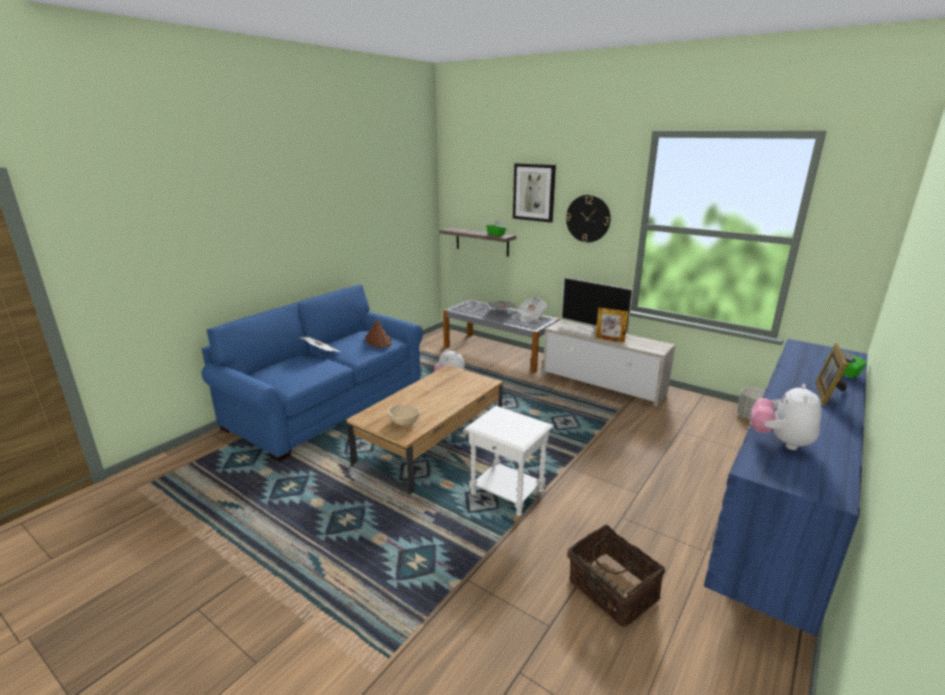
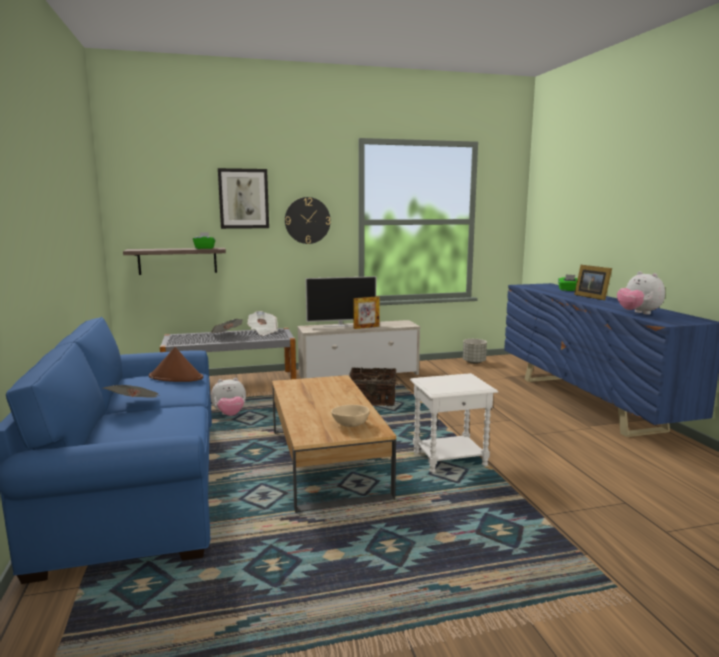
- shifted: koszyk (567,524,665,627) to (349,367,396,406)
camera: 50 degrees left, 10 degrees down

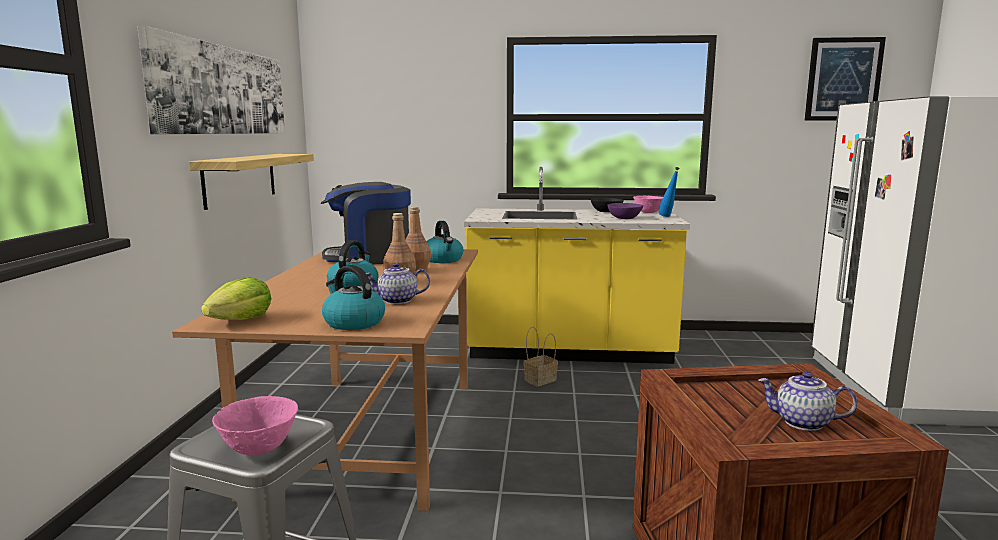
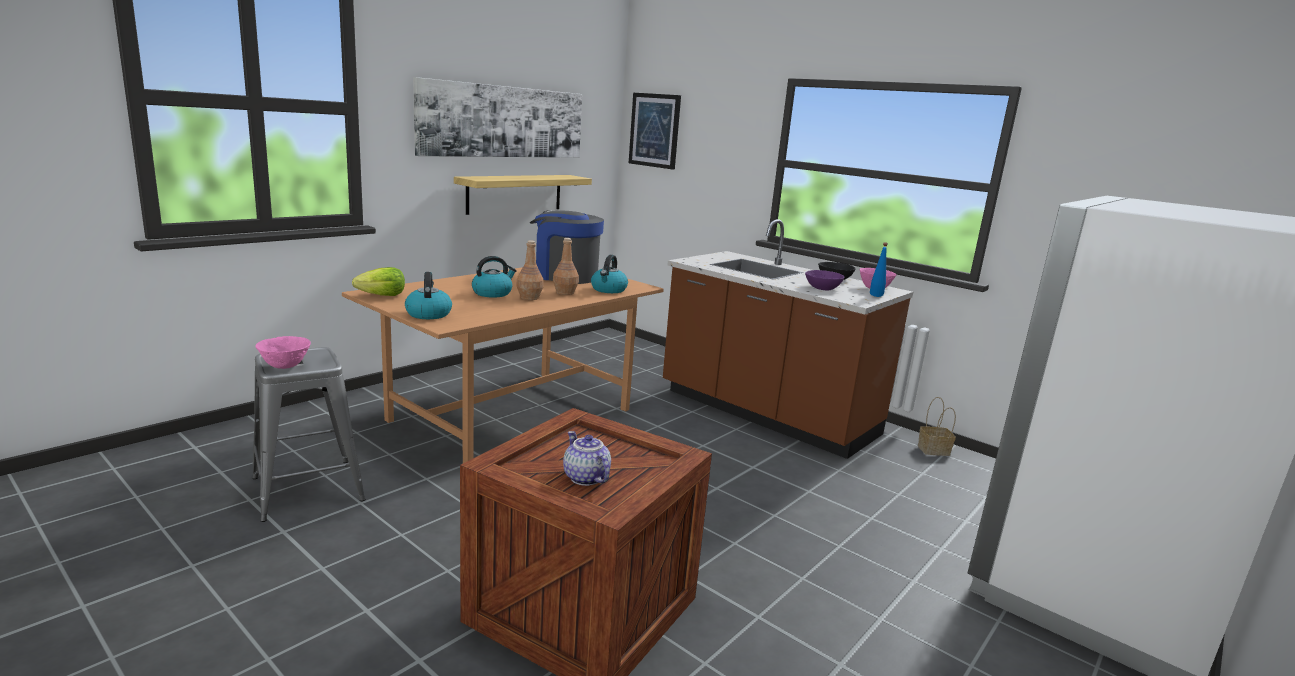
- gone: imbryk (366,263,430,304)
- shifted: koszyk (523,327,558,387) to (918,397,956,456)
- shifted: obraz (804,37,886,121) to (629,93,681,170)
- repainted: zabudowa kuchenna (żółty) (464,167,690,364) to zabudowa kuchenna (brązowy) (663,219,913,459)
camera: 35 degrees right, 5 degrees up

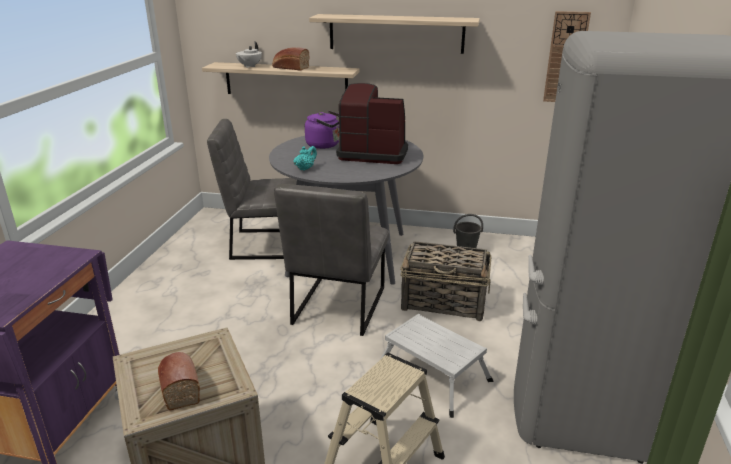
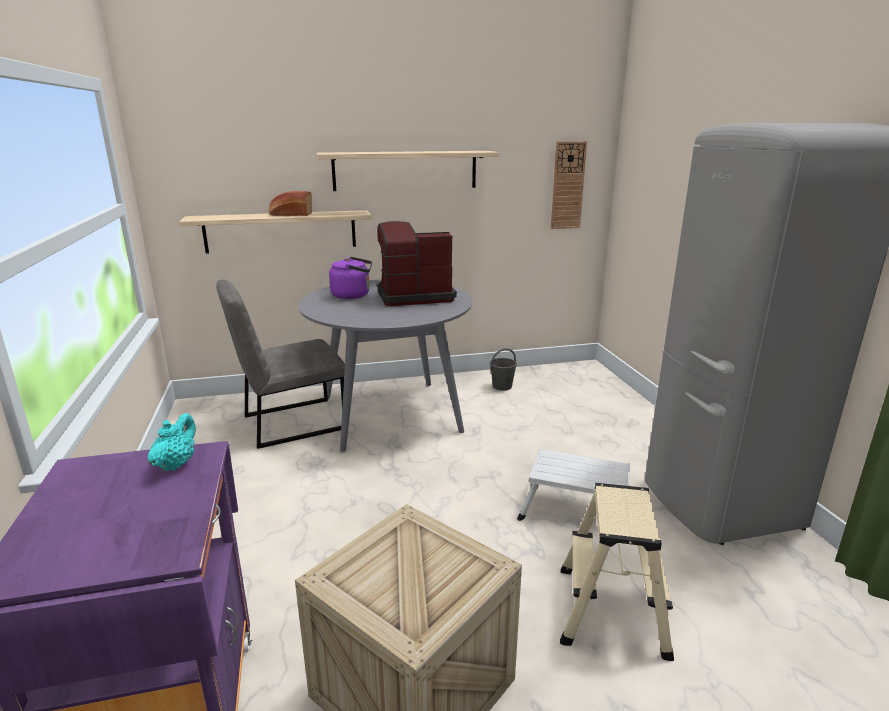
- gone: chleb (158,352,200,411)
- gone: imbryk (biały) (236,41,262,68)
- gone: krzesło (szary) (274,184,389,336)
- gone: koszyk (400,241,492,321)
- shifted: imbryk (turkusowy) (293,146,317,171) to (148,413,196,471)
camera: 25 degrees left, 5 degrees down

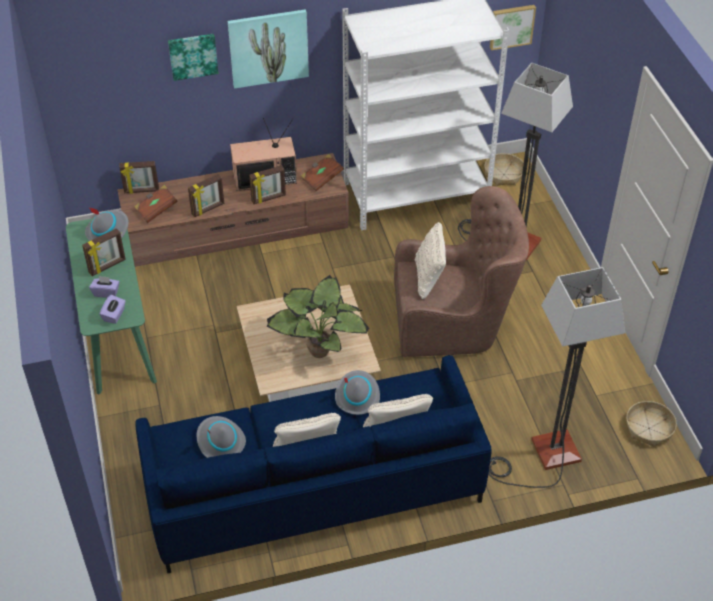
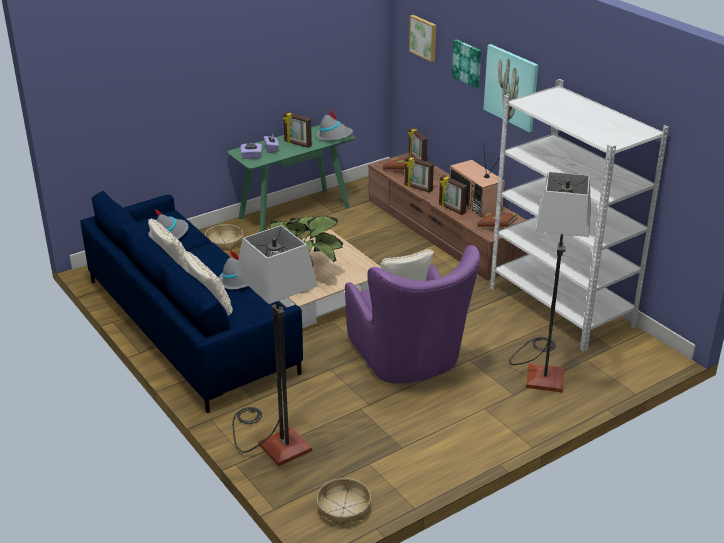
- shifted: koszyk (484,153,524,186) to (205,224,243,251)
- shifted: obraz (490,5,536,50) to (409,15,436,62)
- repainted: fotel (brązowy) (394,186,529,357) to fotel (fioletowy) (345,245,480,384)
camera: 70 degrees right, 15 degrees down

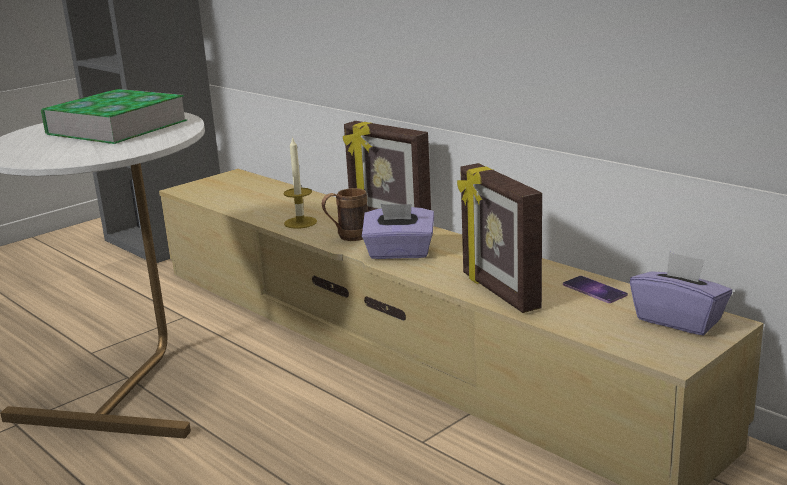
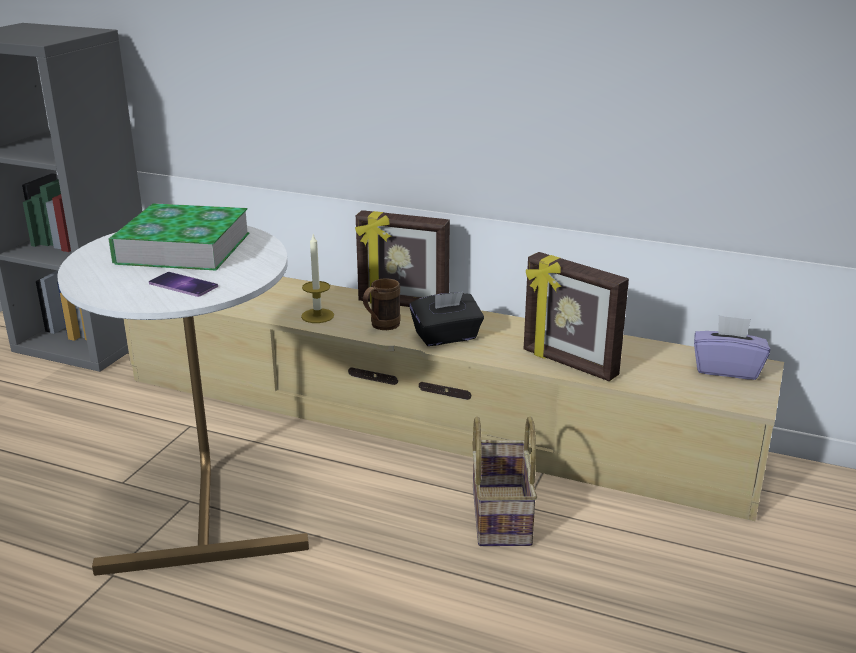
- new: koszyk (472,416,537,546)
- shifted: telefon (563,276,628,303) to (149,272,218,297)
- repainted: pudełko chusteczek (fioletowy) (362,204,434,259) to pudełko chusteczek (czarny) (409,292,484,346)
camera: 25 degrees left, 5 degrees up

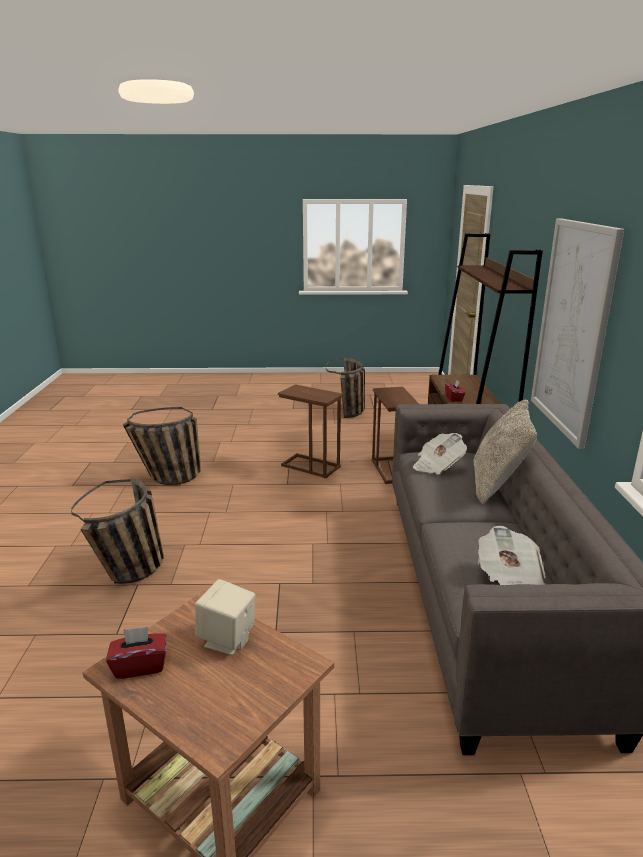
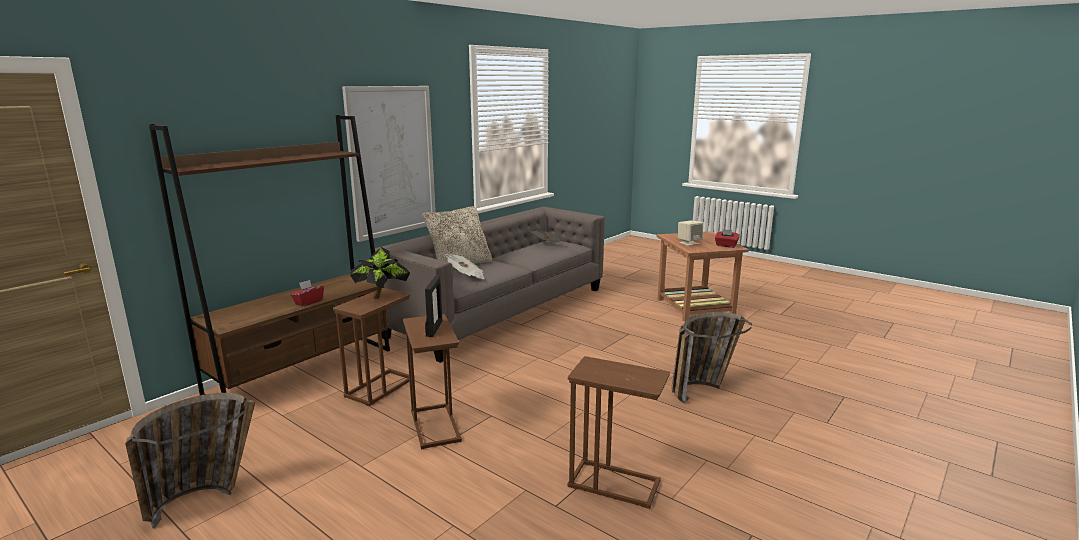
- new: roślina doniczkowa (350,247,410,299)
- new: ramka na zdjęcie (425,276,442,337)
- swapped: koszyk (123,407,201,485) to stolik (brązowy) (568,356,670,509)
camera: 140 degrees left, 5 degrees down

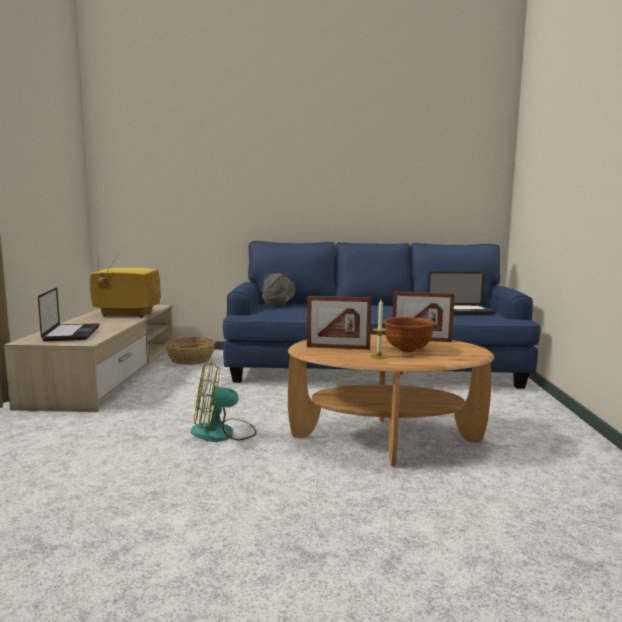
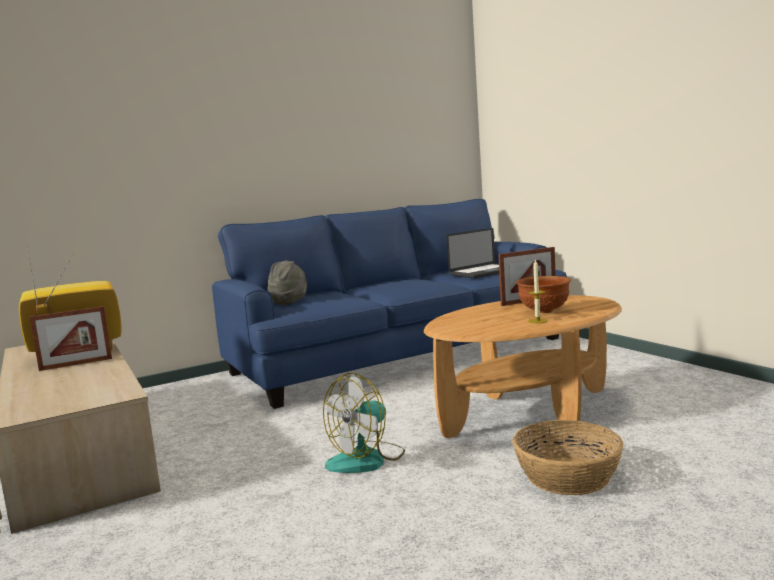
- gone: laptop (38,287,99,341)
- shifted: koszyk (165,337,216,365) to (512,420,623,495)
- shifted: ramka na zdjęcie (307,296,372,350) to (29,306,112,371)
camera: 30 degrees left, 0 degrees up

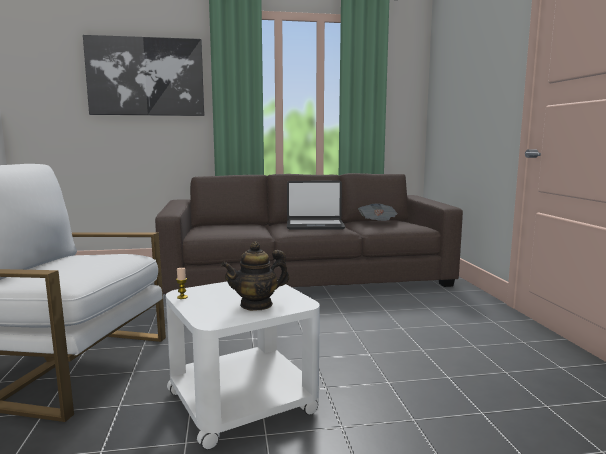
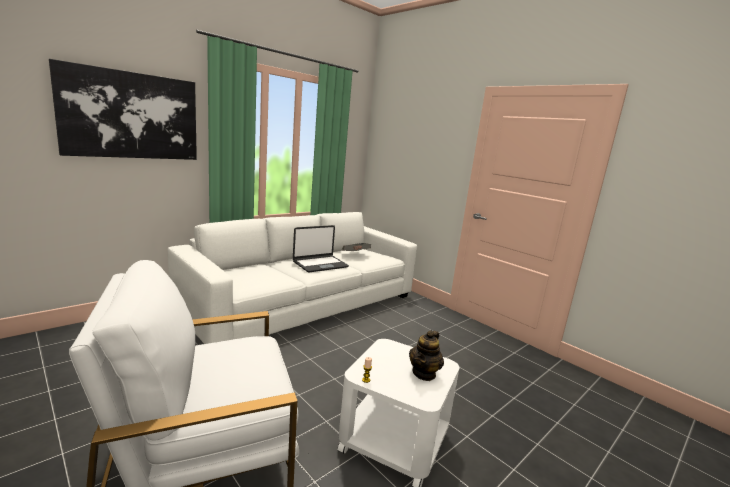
- repainted: kanapa (brązowy) (155,173,463,294) to kanapa (biały) (168,212,417,344)
camera: 35 degrees left, 5 degrees up

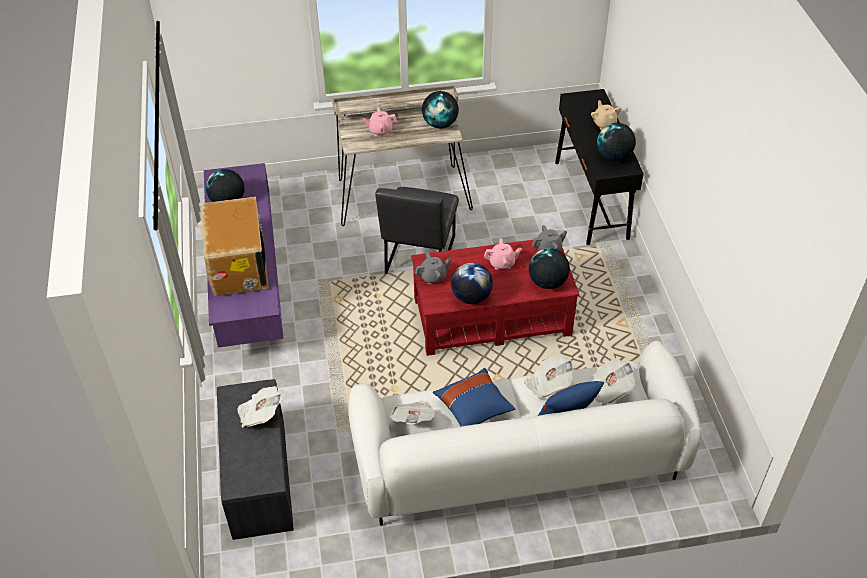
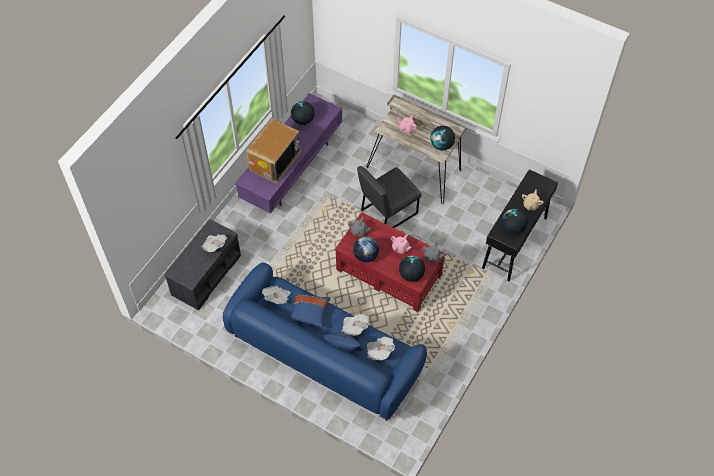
- repainted: kanapa (biały) (348,341,702,526) to kanapa (niebieski) (223,263,427,421)
camera: 40 degrees right, 10 degrees up

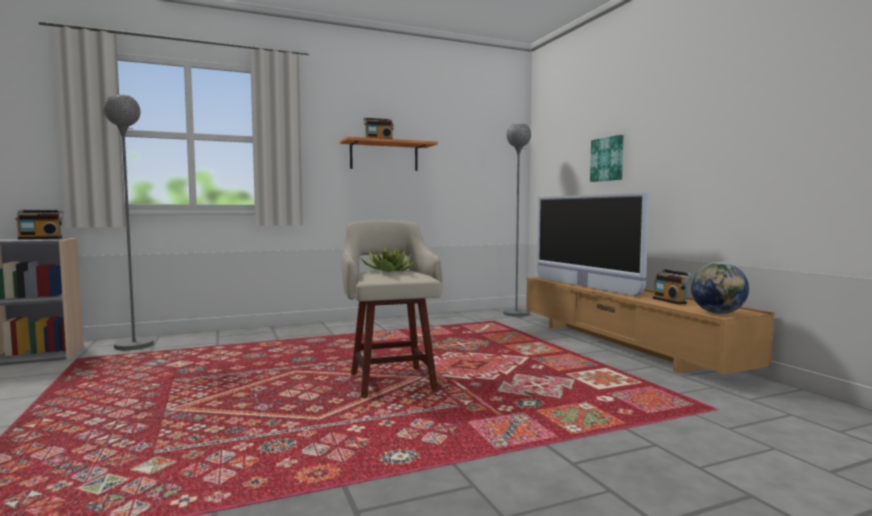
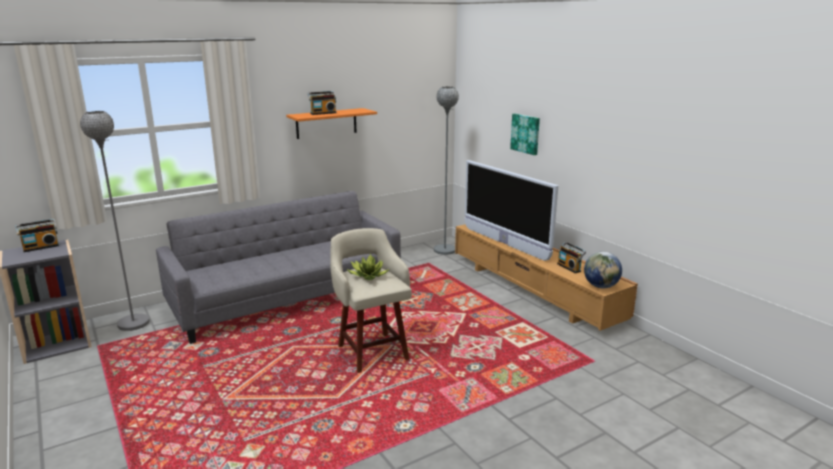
- new: kanapa (szary) (156,191,401,344)
camera: 10 degrees left, 15 degrees up

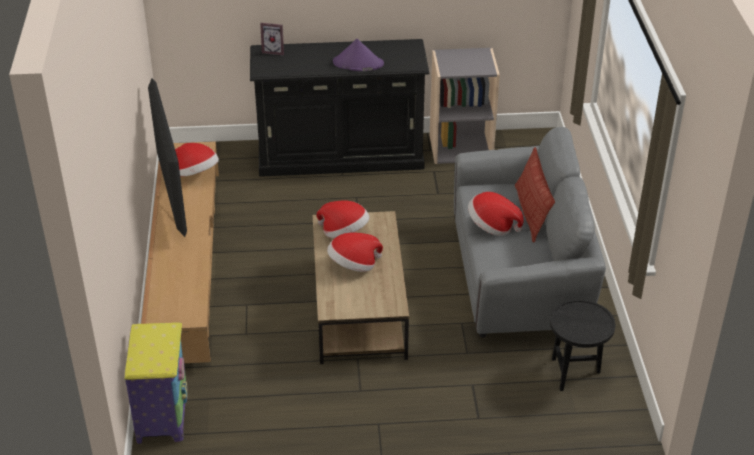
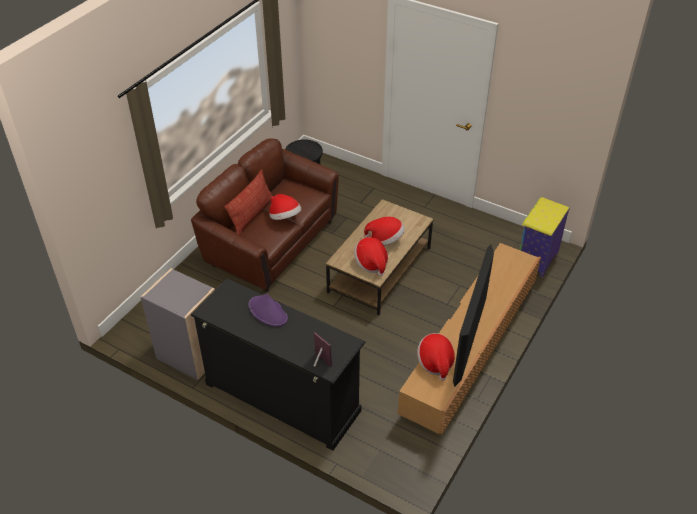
- repainted: kanapa (szary) (454,127,606,338) to kanapa (brązowy) (191,139,339,292)
camera: 145 degrees left, 5 degrees up

